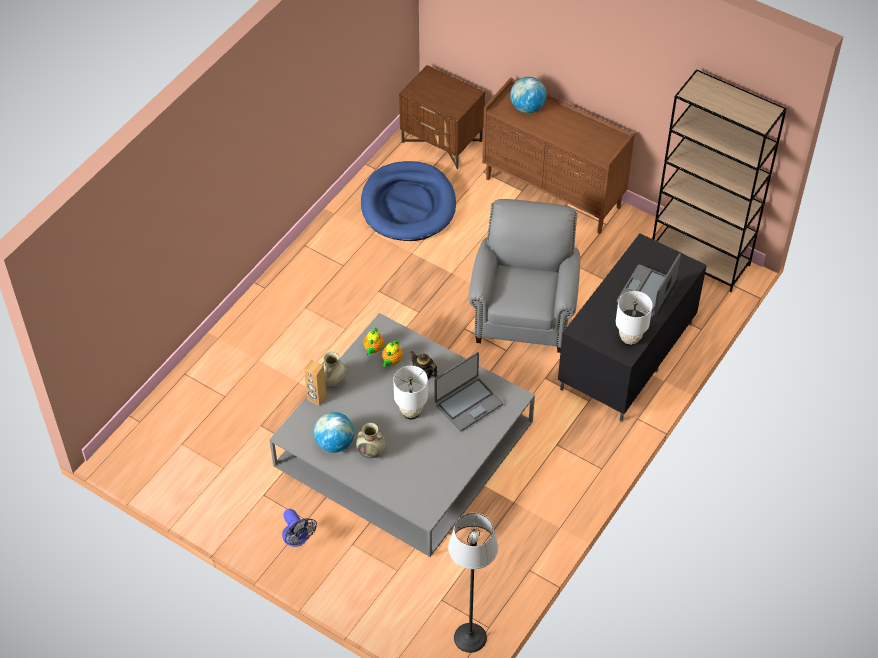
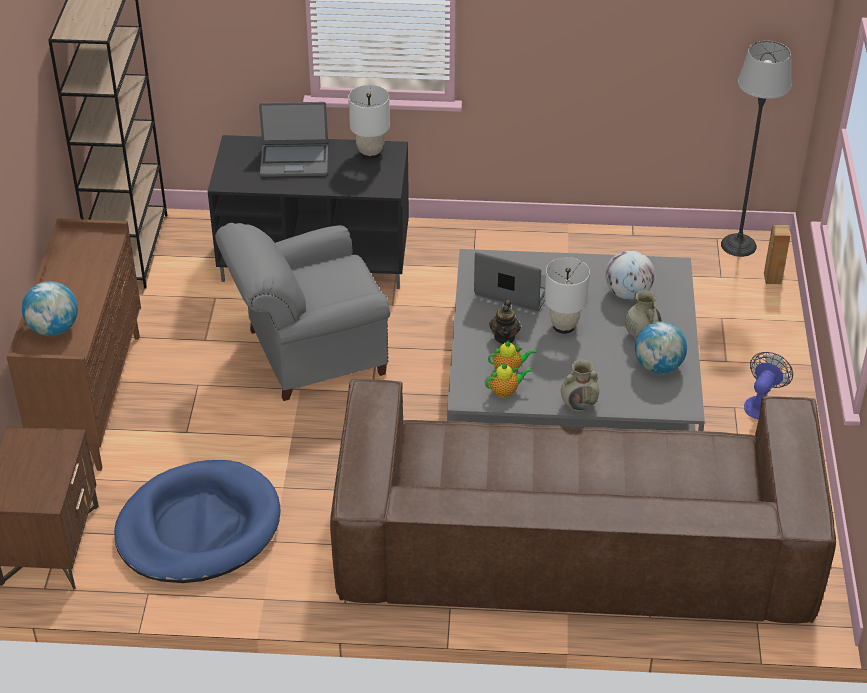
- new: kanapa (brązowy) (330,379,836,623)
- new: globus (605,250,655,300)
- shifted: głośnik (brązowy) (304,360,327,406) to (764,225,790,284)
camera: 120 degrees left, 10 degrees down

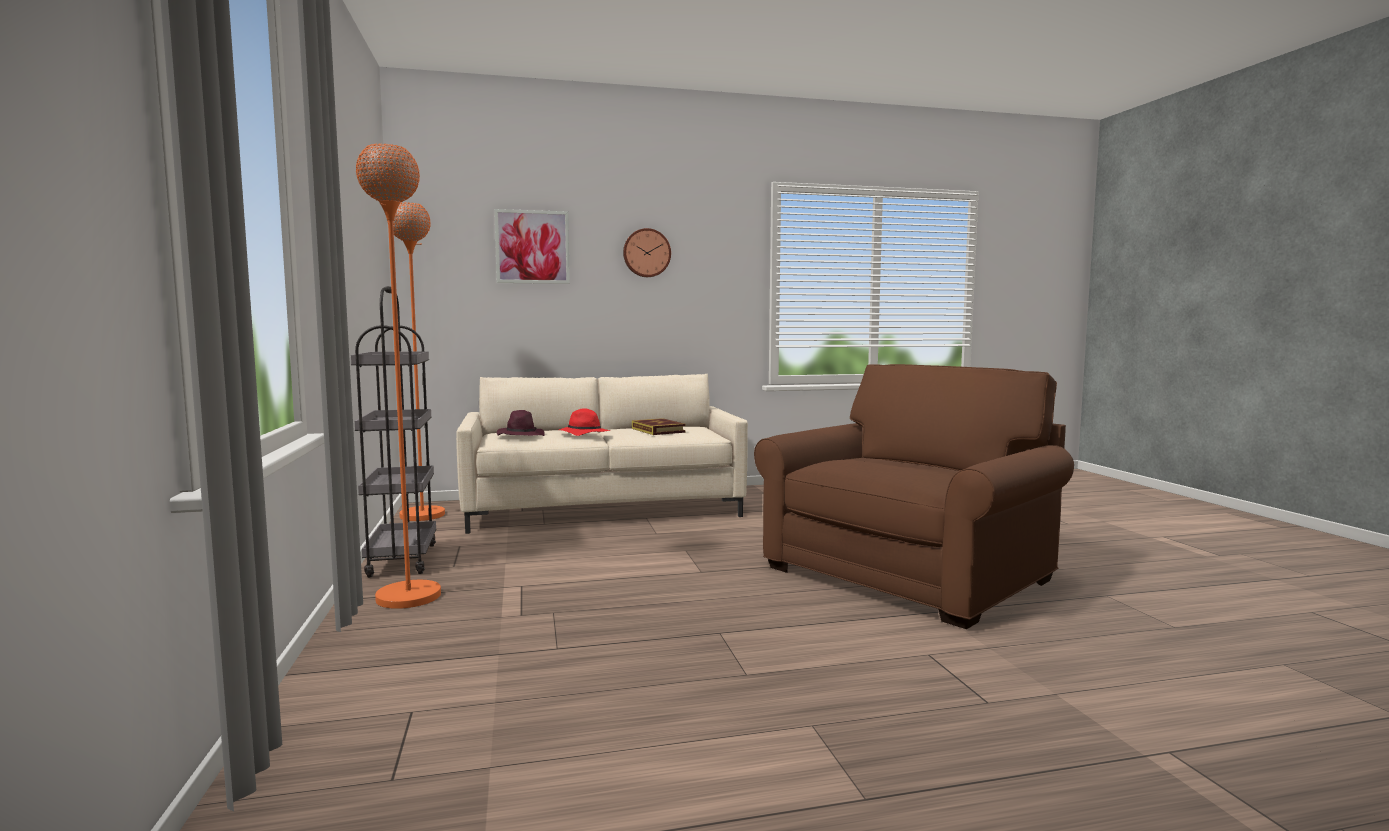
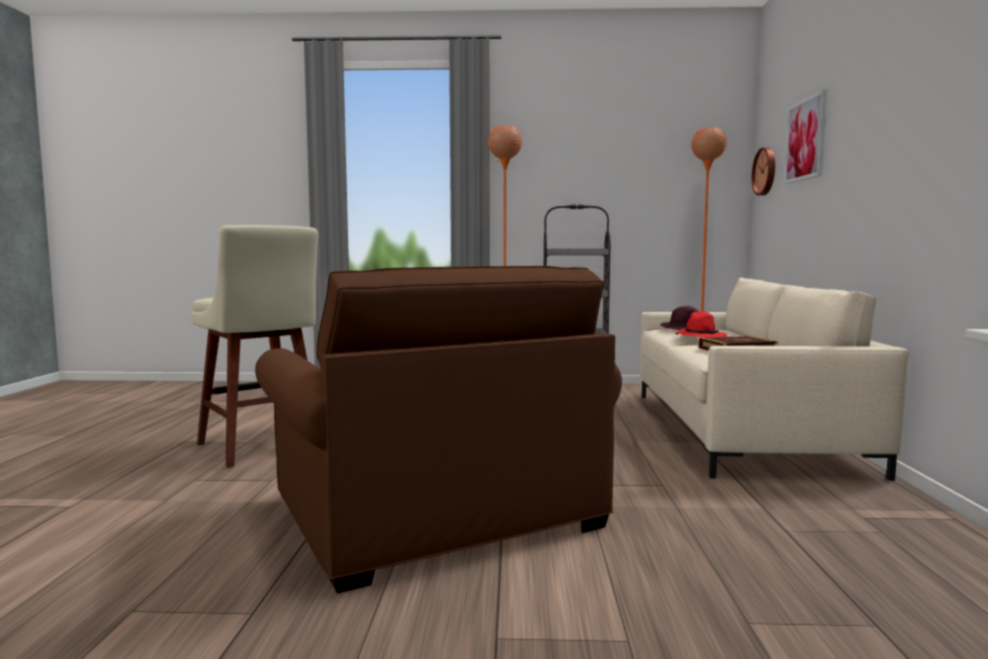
- new: stołek (beżowy) (191,225,318,468)
- shifted: zegar ścienny (623,228,671,277) to (752,147,775,196)
camera: 105 degrees right, 0 degrees up

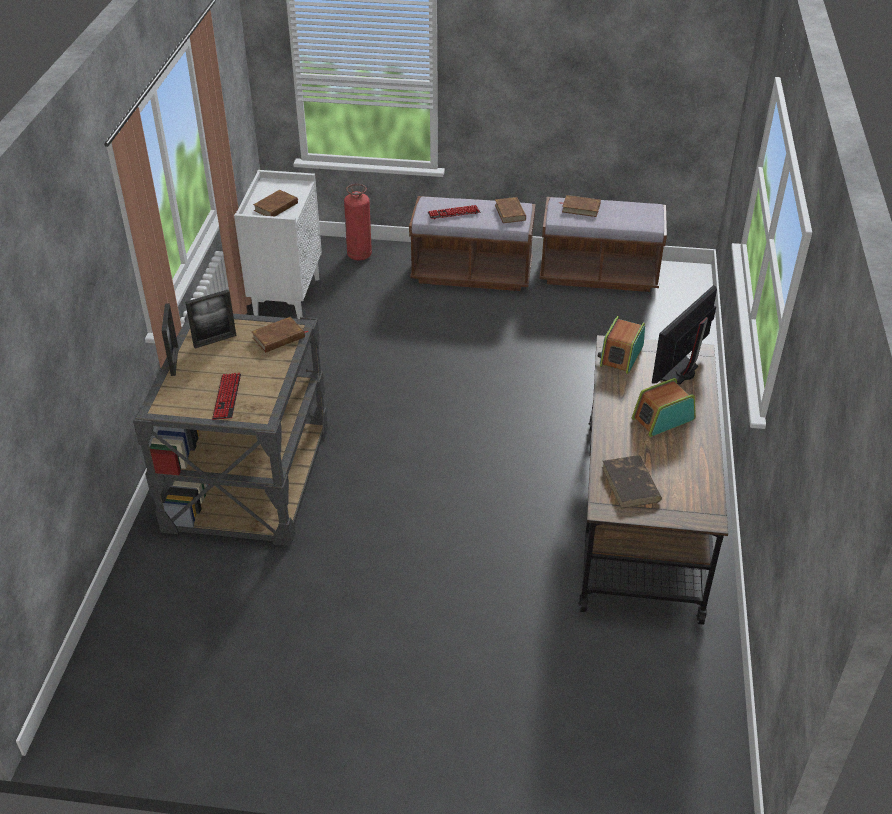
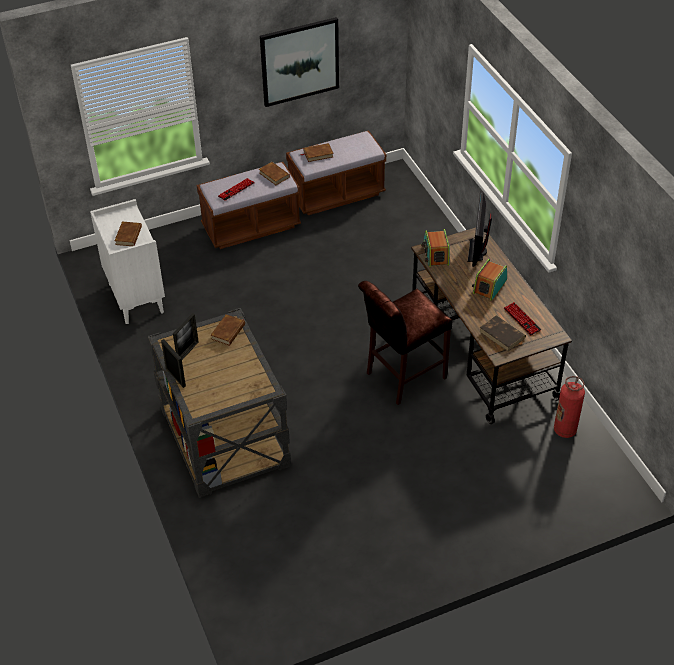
- new: obraz (260,17,339,107)
- new: stołek (brązowy) (358,281,452,405)
- shifted: klawiatura (212,373,241,420) to (504,302,542,336)
- shifted: gaśnica (344,184,372,260) to (554,376,585,438)
camera: 30 degrees left, 5 degrees up

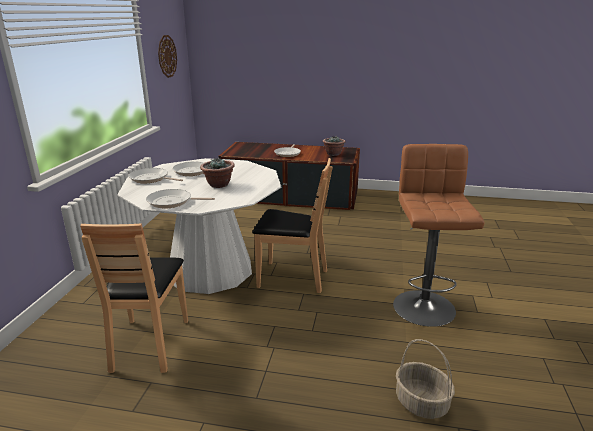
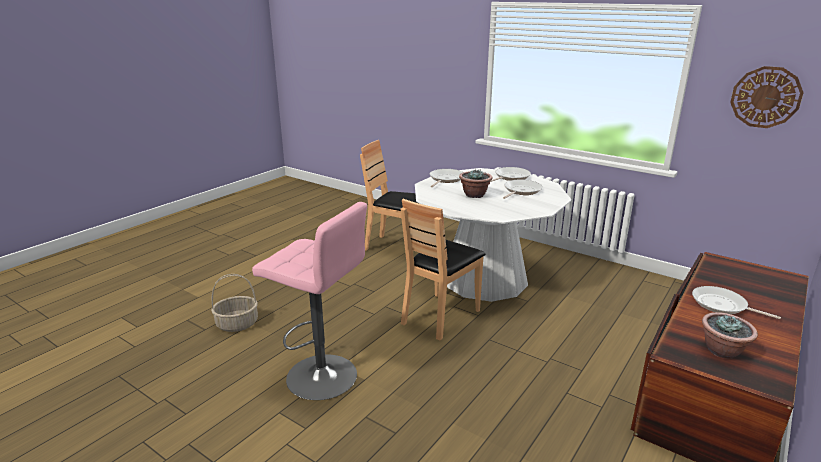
- repainted: stołek (brązowy) (393,144,484,327) to stołek (różowy) (252,202,367,400)
camera: 115 degrees right, 0 degrees up

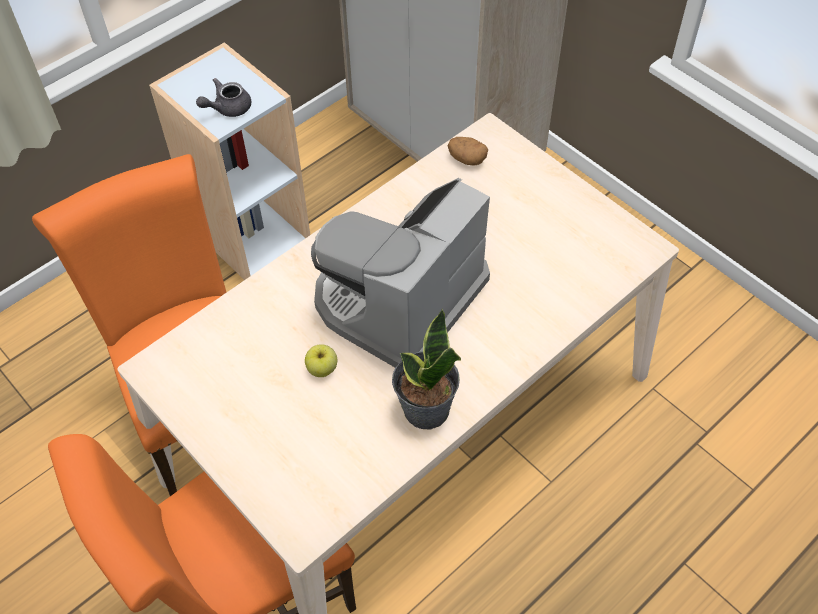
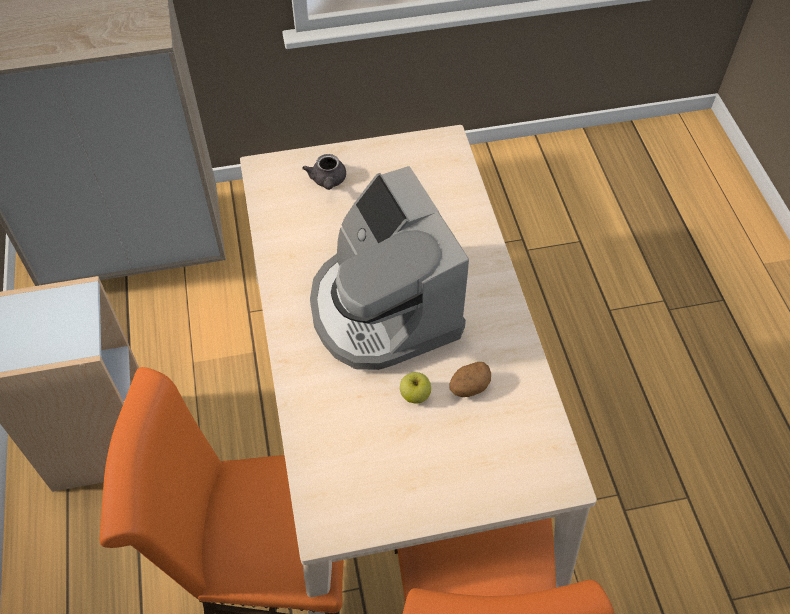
- gone: roślina doniczkowa (392,309,461,430)
- shifted: imbryk (szary) (196,78,251,117) to (302,154,346,190)
- shifted: ziemniak (448,137,488,165) to (449,362,491,397)
camera: 60 degrees left, 0 degrees up

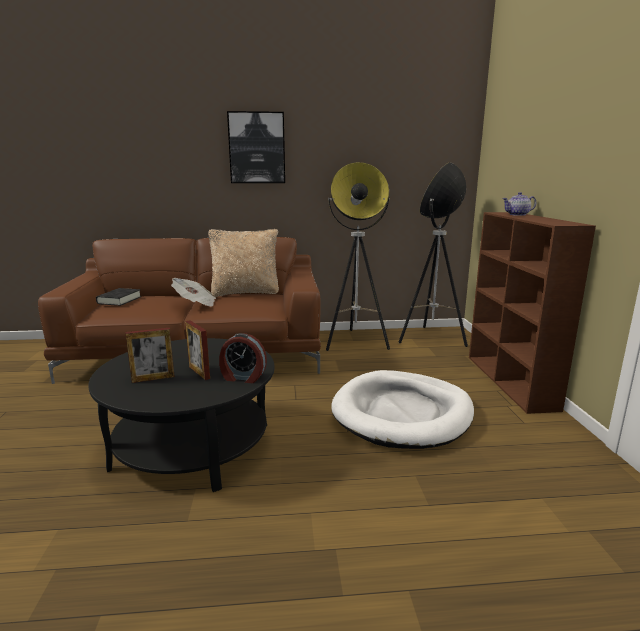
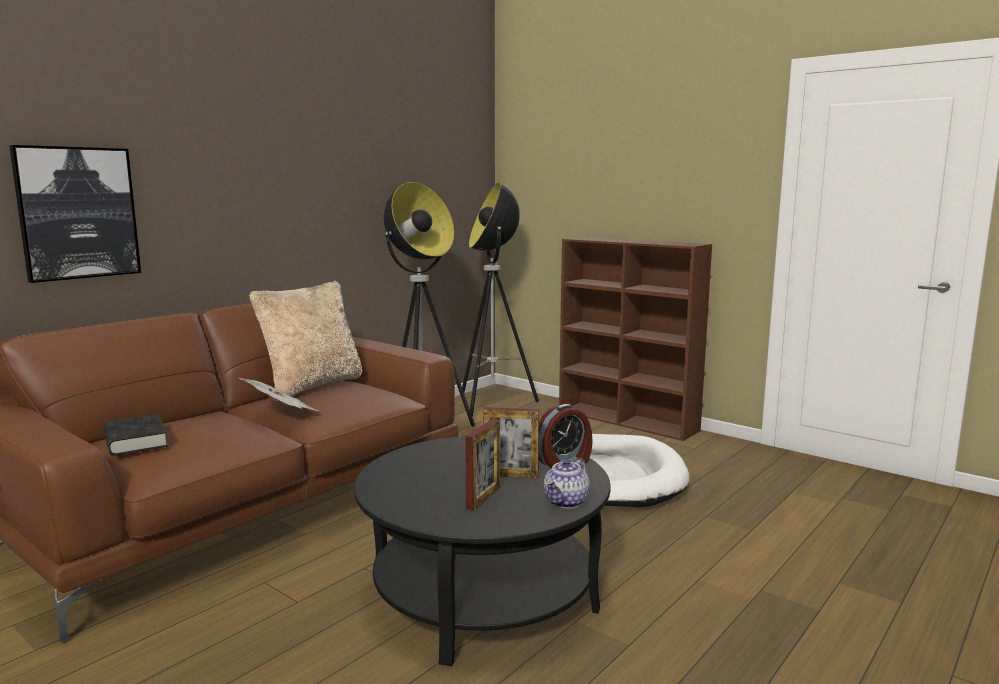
- shifted: obraz (227,111,285,183) to (9,145,141,283)
- shifted: imbryk (502,192,536,216) to (544,458,590,509)
camera: 45 degrees left, 5 degrees down

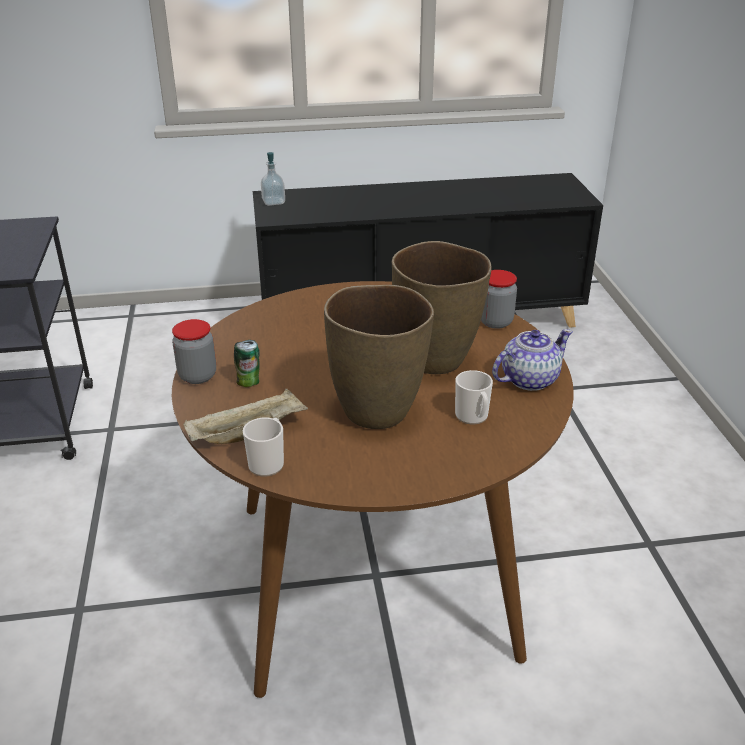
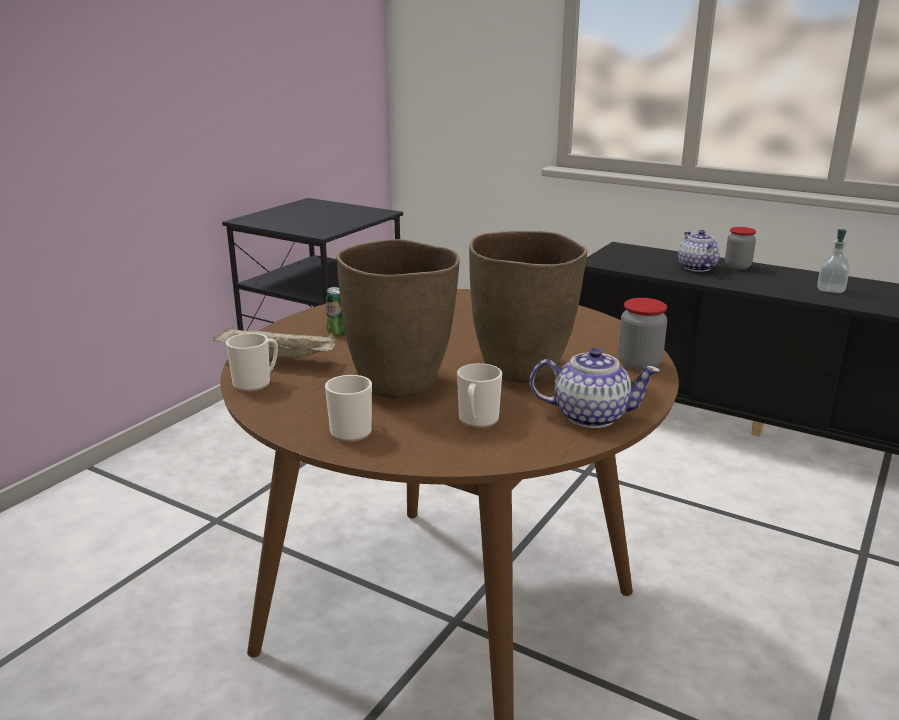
- new: kubek (325,375,372,442)
- new: imbryk (678,230,720,272)
- shifted: słoik (172,319,216,384) to (725,227,756,270)
- shifted: dozownik mydła (261,152,285,206) to (817,229,850,293)
camera: 40 degrees right, 10 degrees down

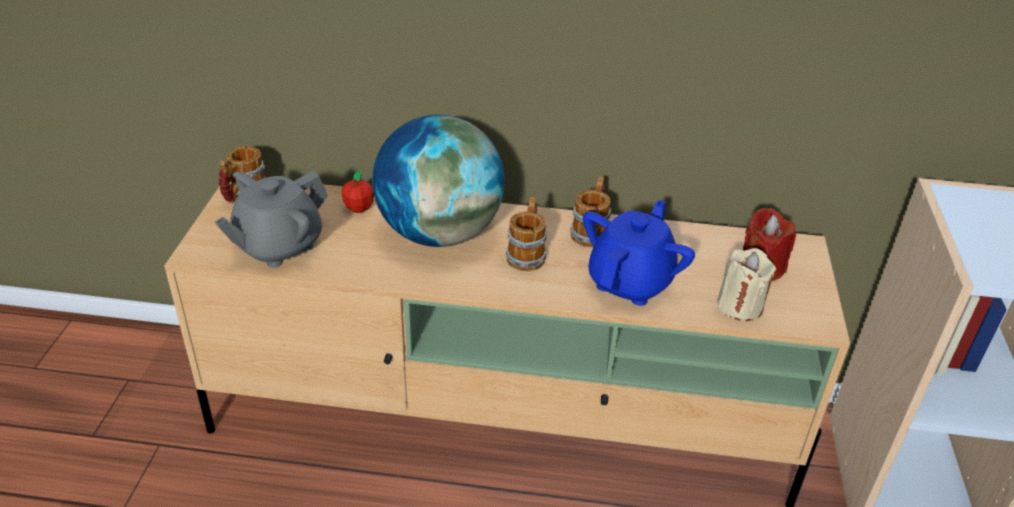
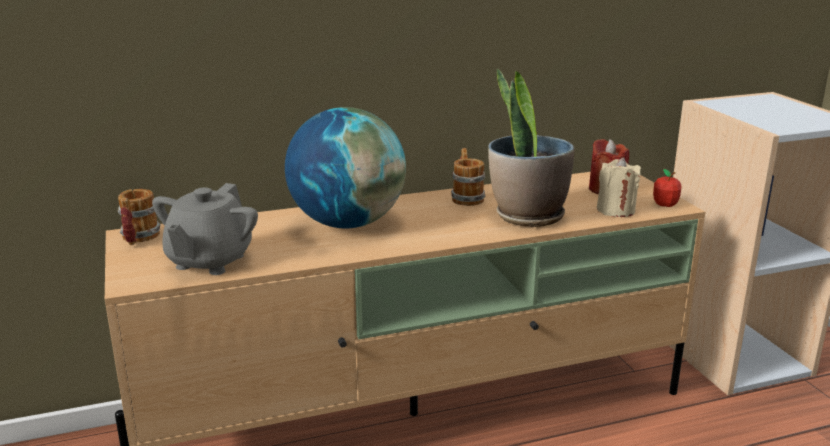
- gone: kubek (506,197,547,271)
- shifted: jabłko (341,171,374,213) to (653,169,682,207)
- swapped: imbryk (niebieski) (583,200,695,306) to roślina doniczkowa (488,68,575,227)
camera: 25 degrees left, 15 degrees down

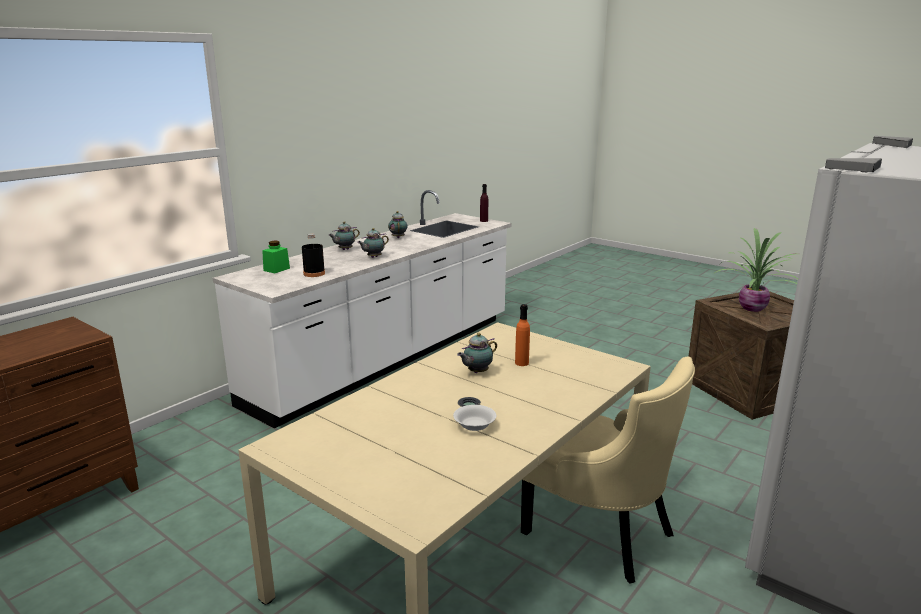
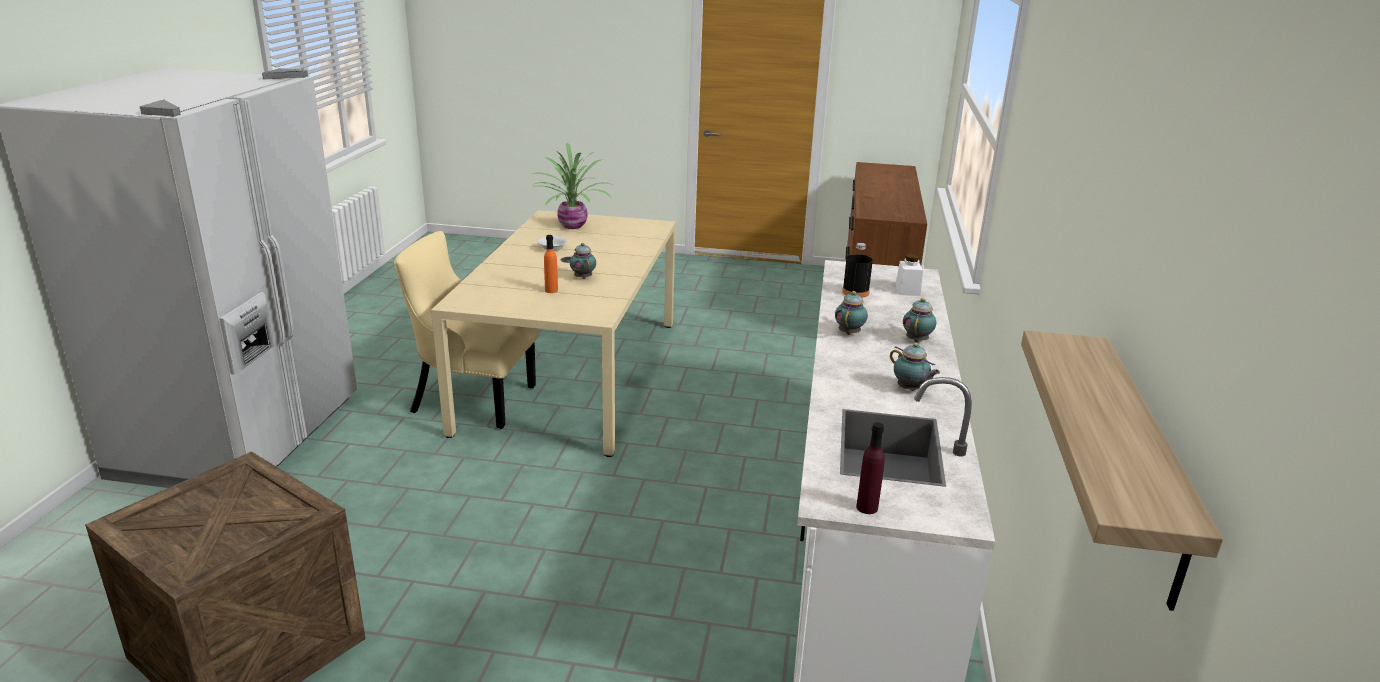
- new: półka (1021,330,1223,611)
- shifted: roślina doniczkowa (715,228,798,312) to (532,143,612,229)
- repainted: słoik (zielony) (262,241,290,273) to słoik (biały) (896,254,923,296)
- rotated: imbryk (457,333,497,373) = (570,243,596,279) 45 degrees counterclockwise
camera: 150 degrees right, 5 degrees up

